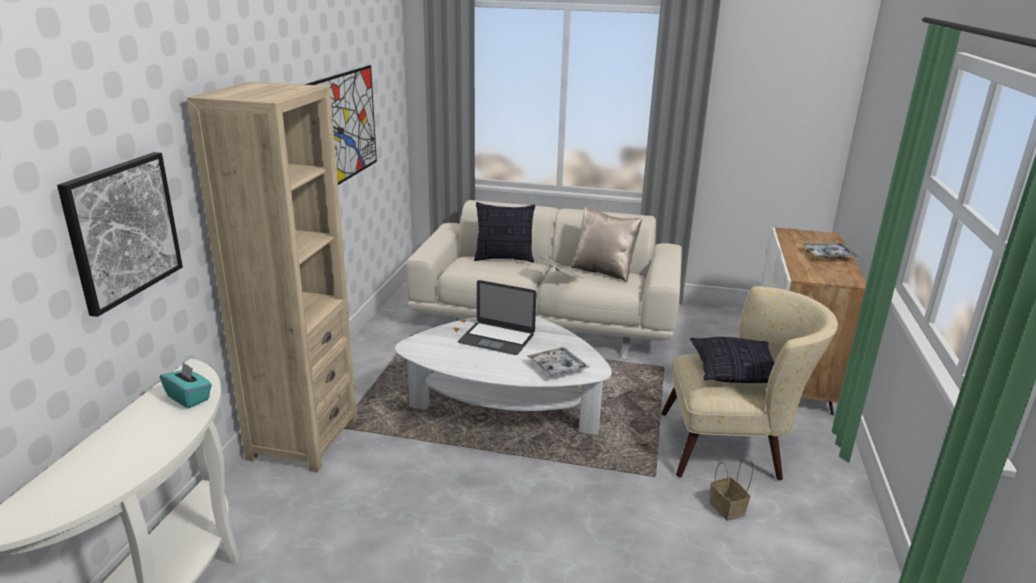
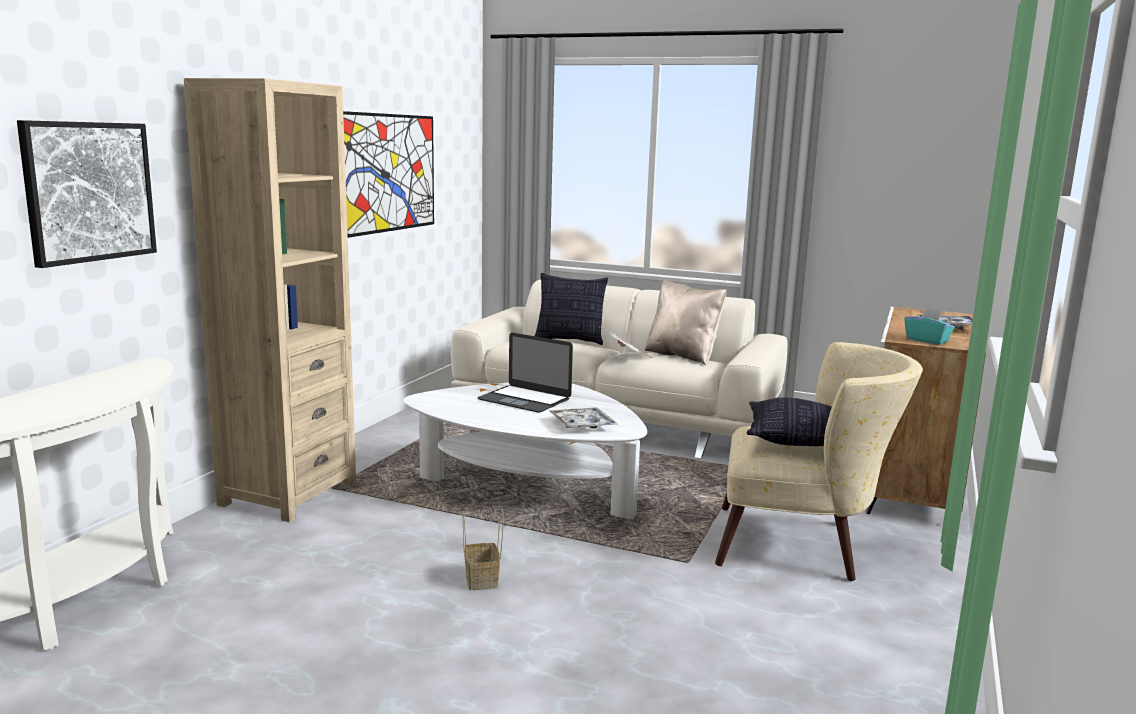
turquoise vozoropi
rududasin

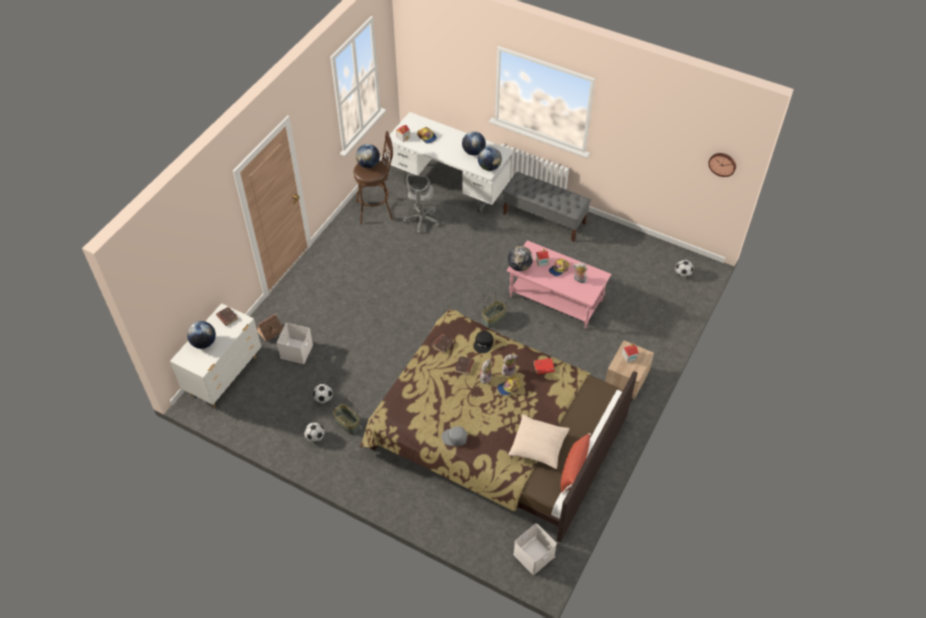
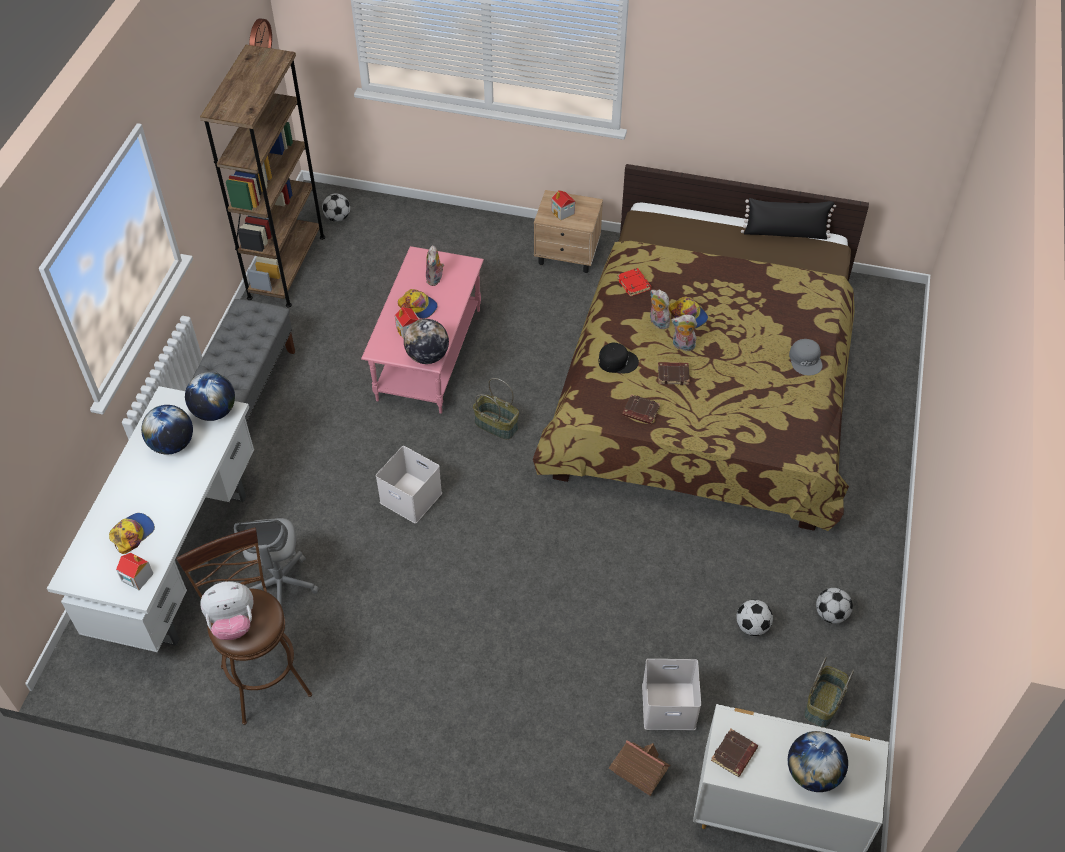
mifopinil (1st from left)
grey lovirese
rududasin (2nd from left)
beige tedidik
black tedidik
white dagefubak (1st from left)
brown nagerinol

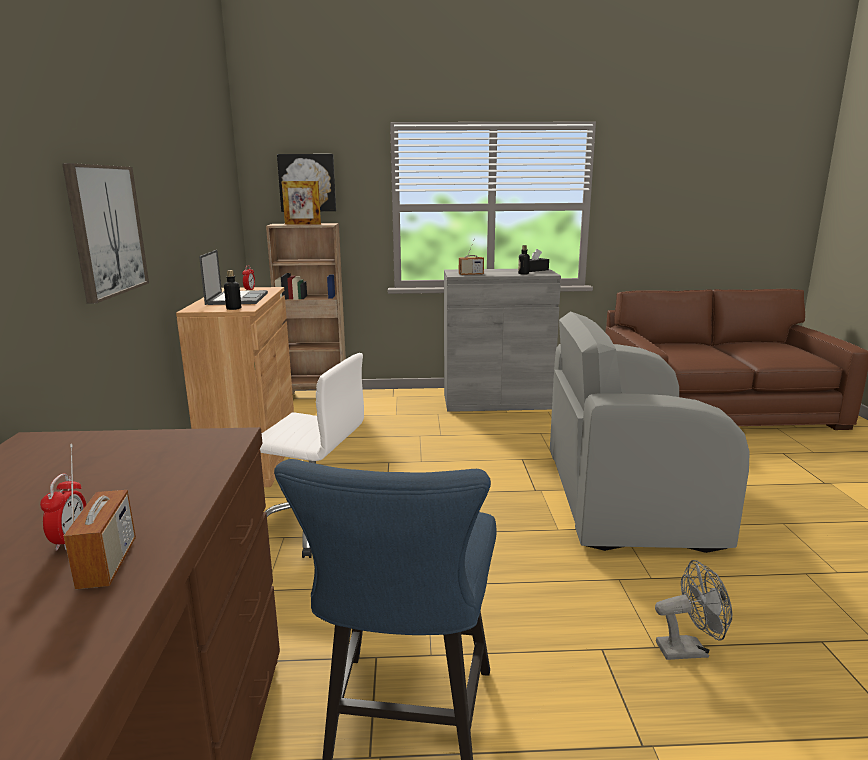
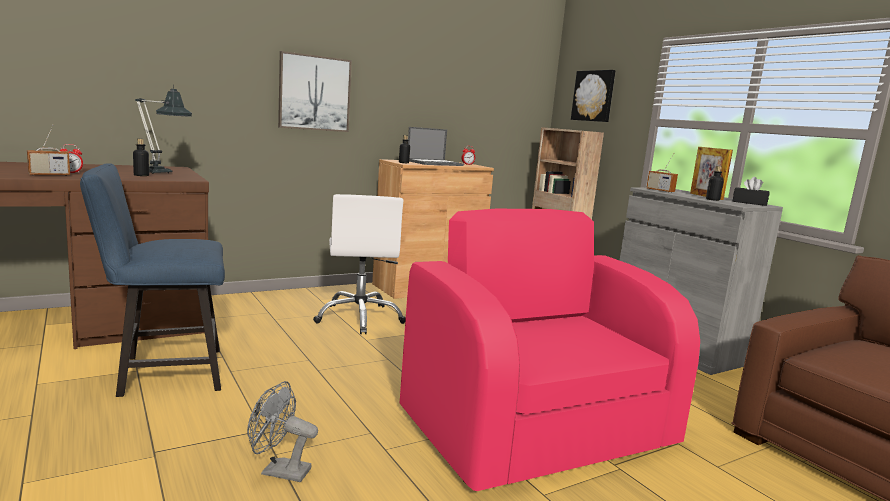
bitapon
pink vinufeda
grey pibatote
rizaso
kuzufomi (1st from left)

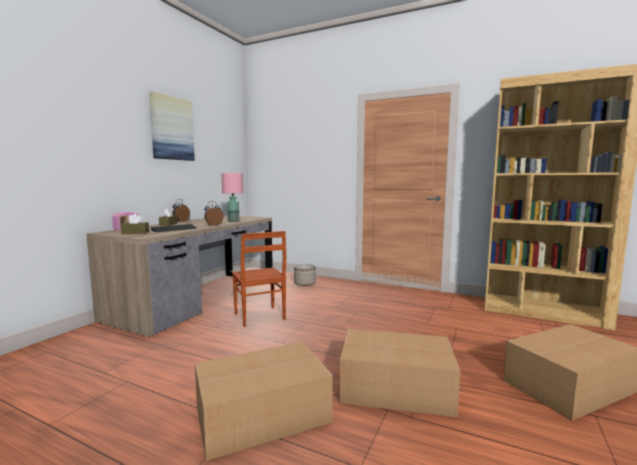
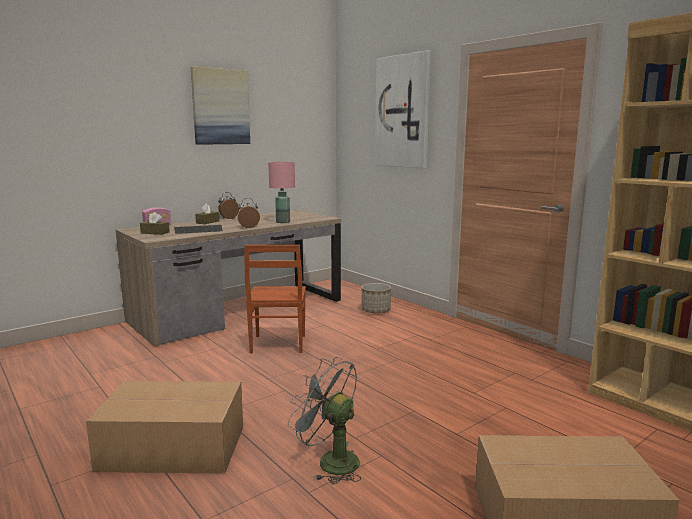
grey pibatote
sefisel (2nd from left)

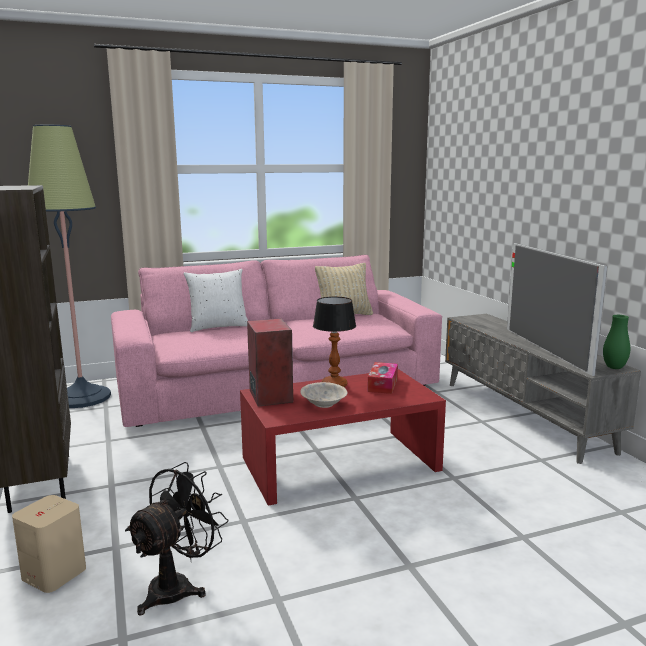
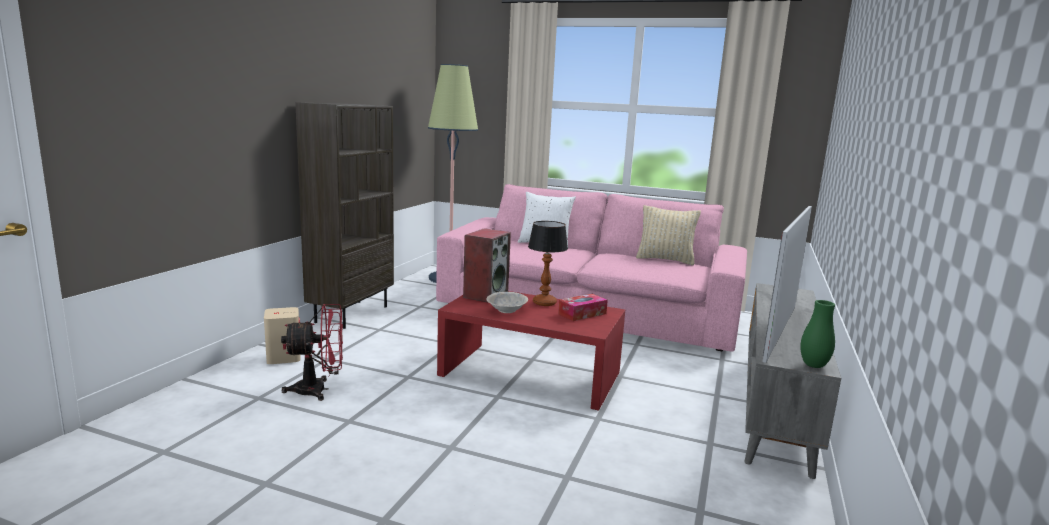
red pibatote

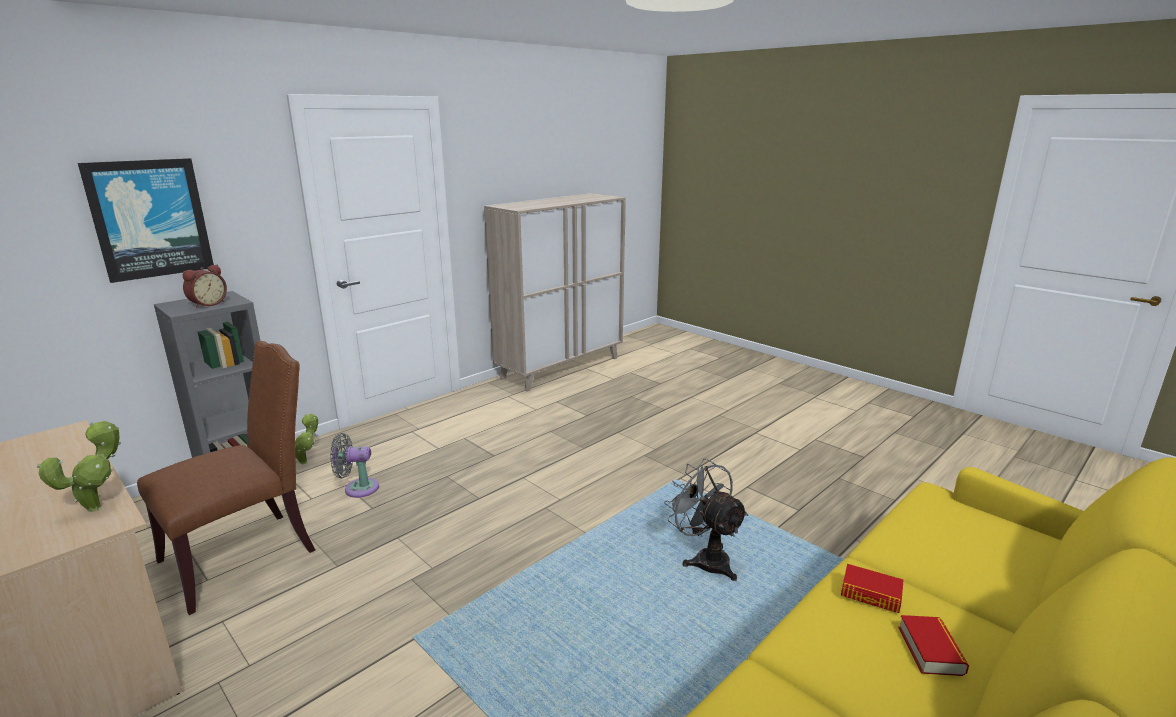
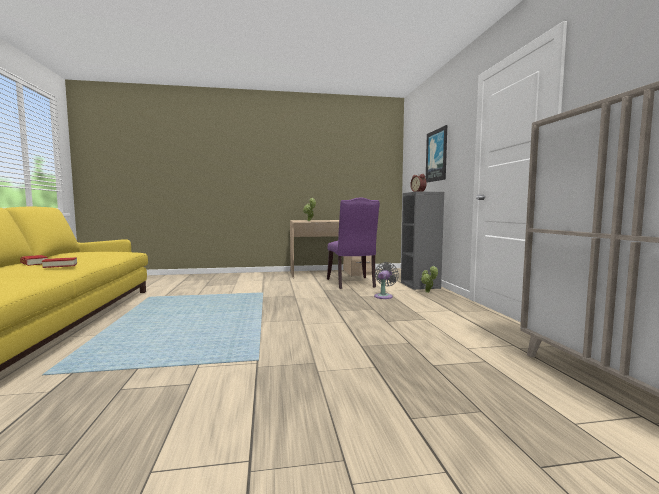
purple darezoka
grey pibatote (2nd from left in the first image)

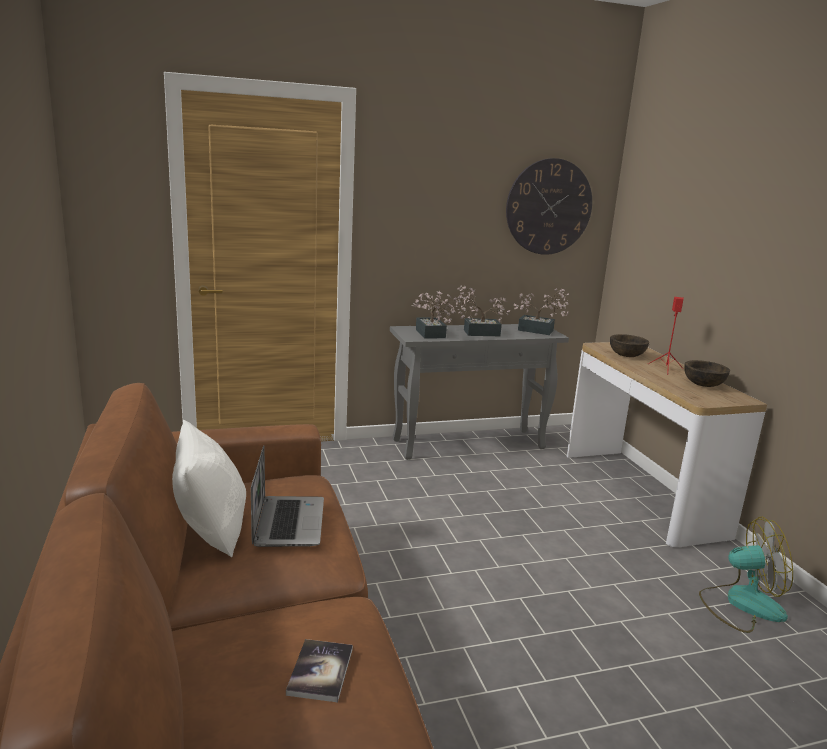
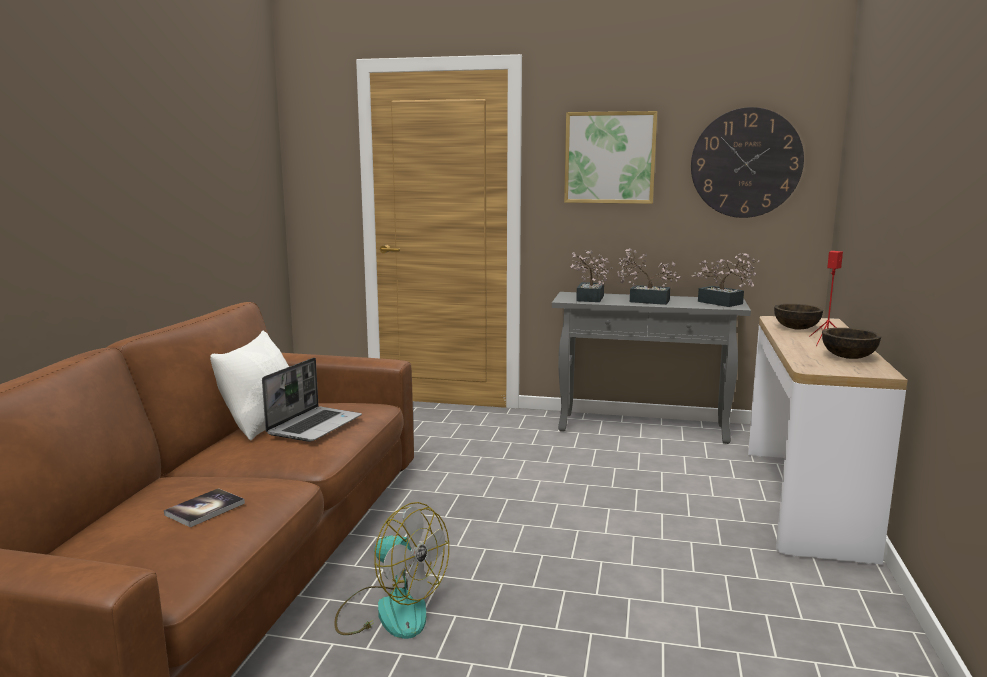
pibatote
sefisel

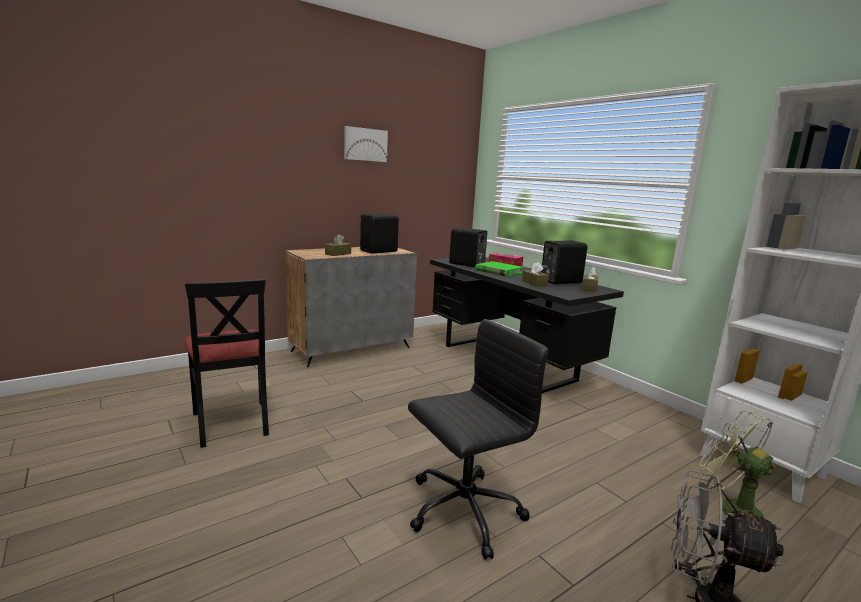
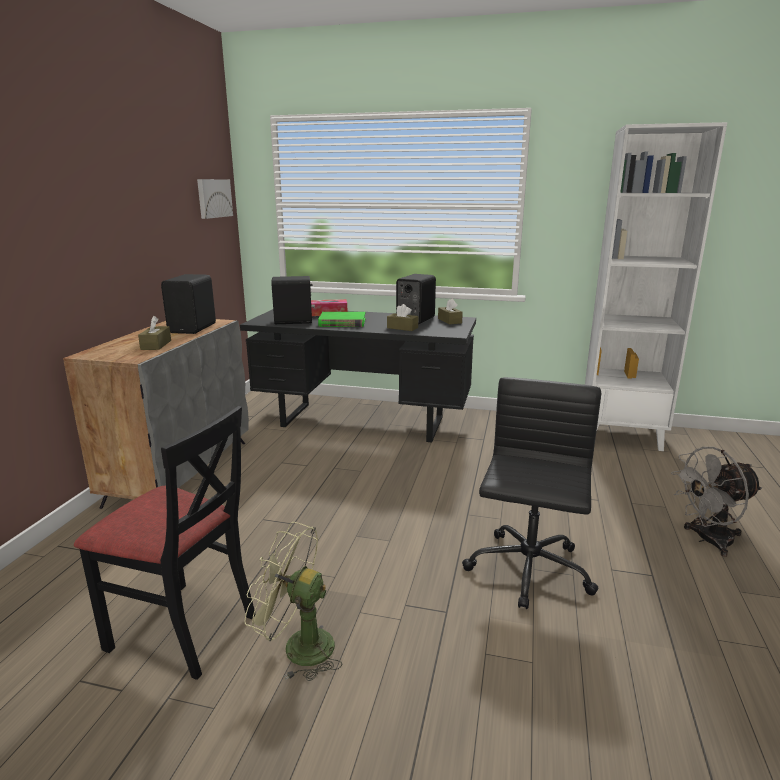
sefisel
green pibatote

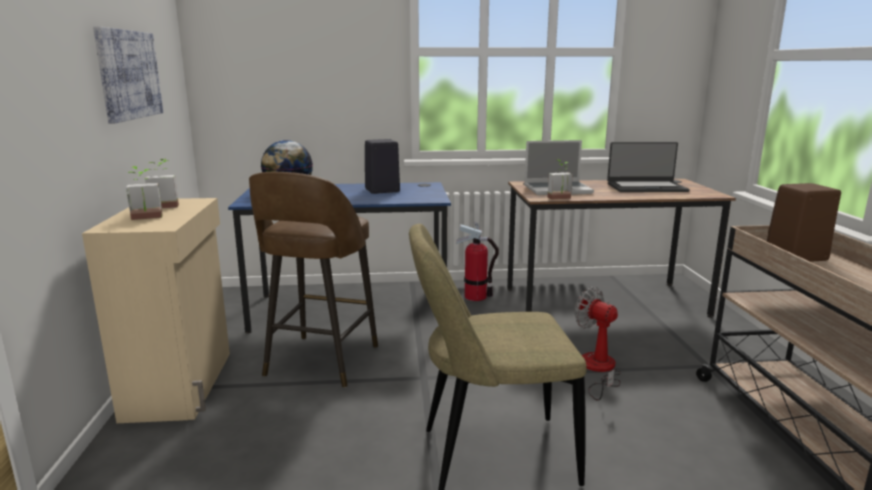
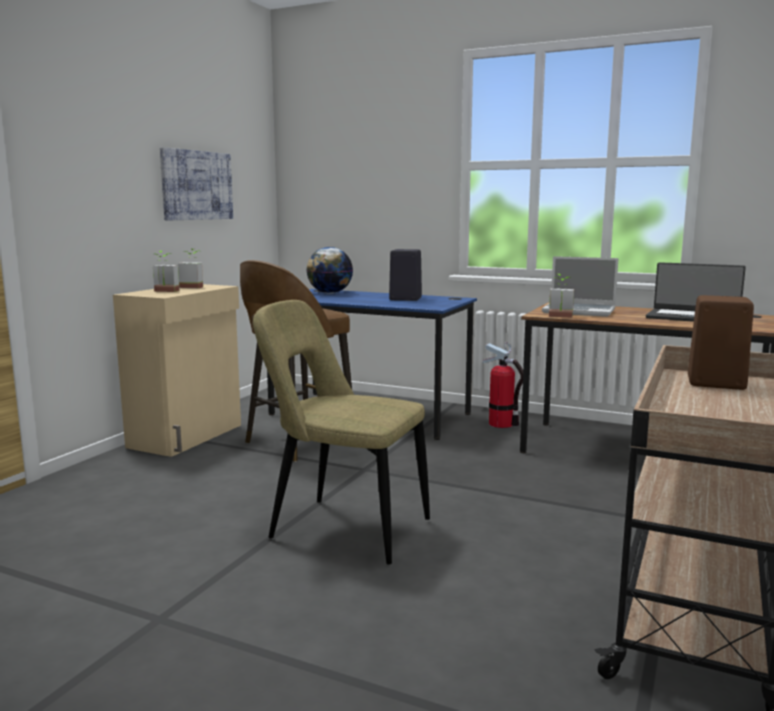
pibatote

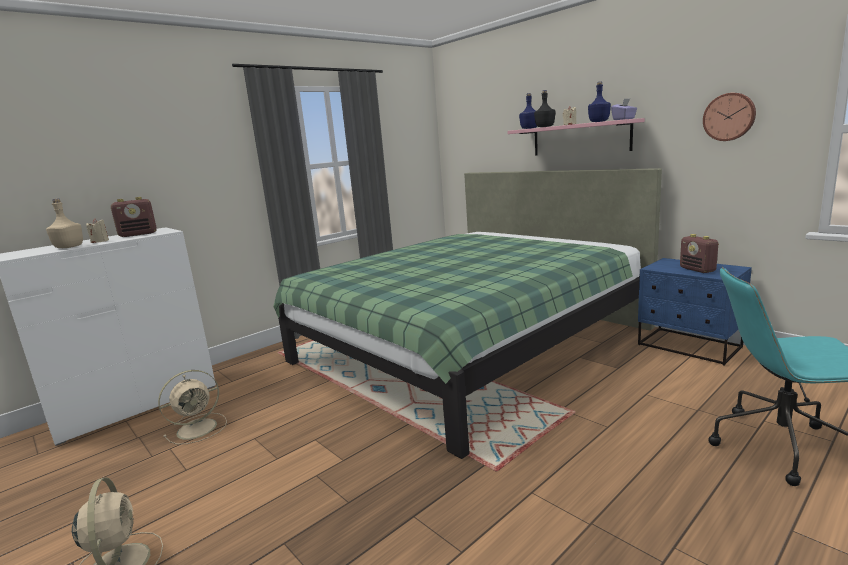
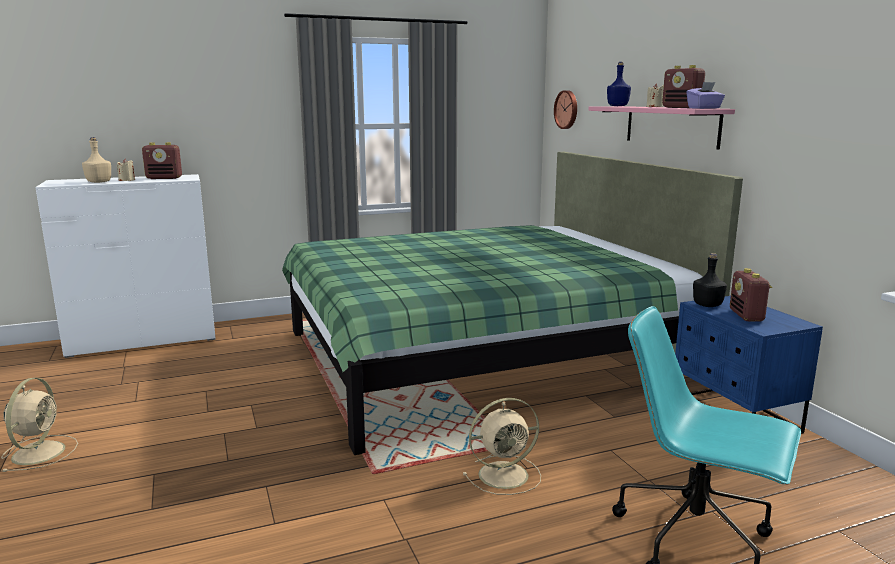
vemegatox (2nd from left)
black kuzufomi
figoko
beige pibatote (2nd from left)

